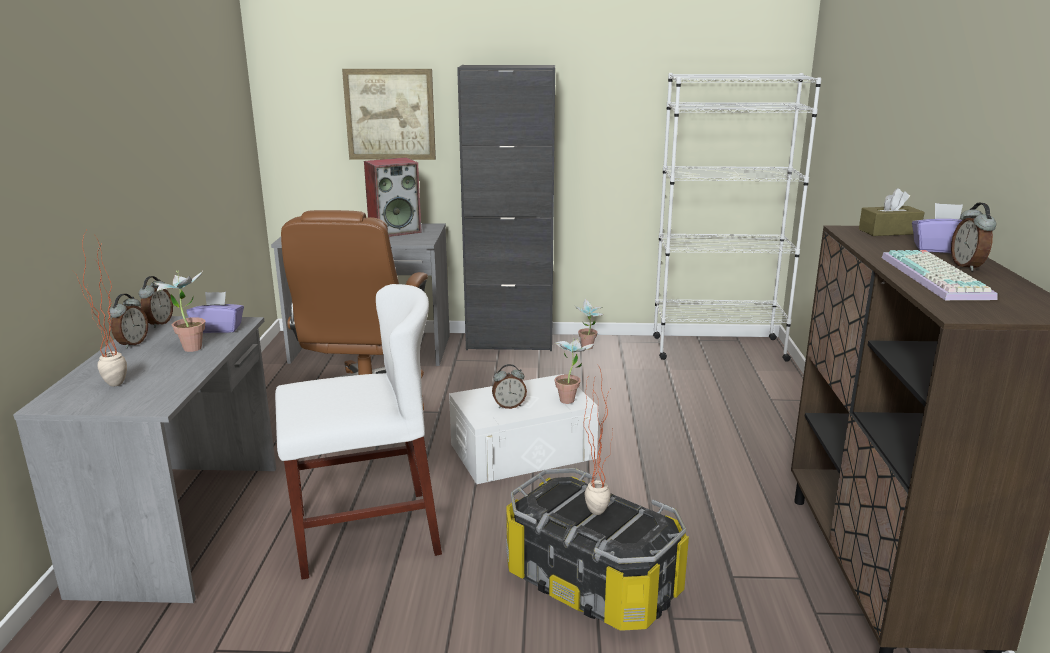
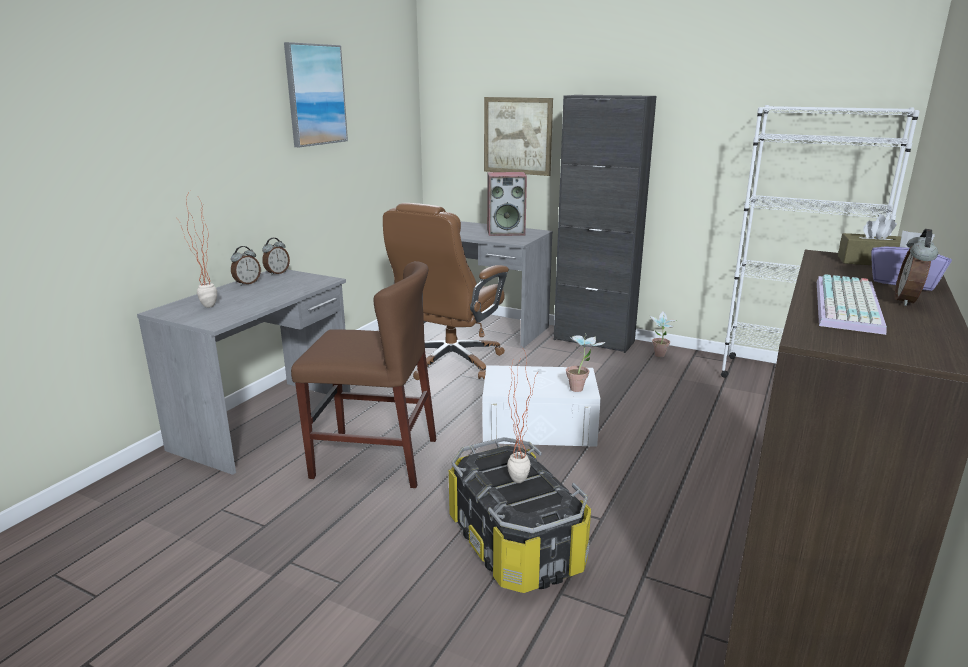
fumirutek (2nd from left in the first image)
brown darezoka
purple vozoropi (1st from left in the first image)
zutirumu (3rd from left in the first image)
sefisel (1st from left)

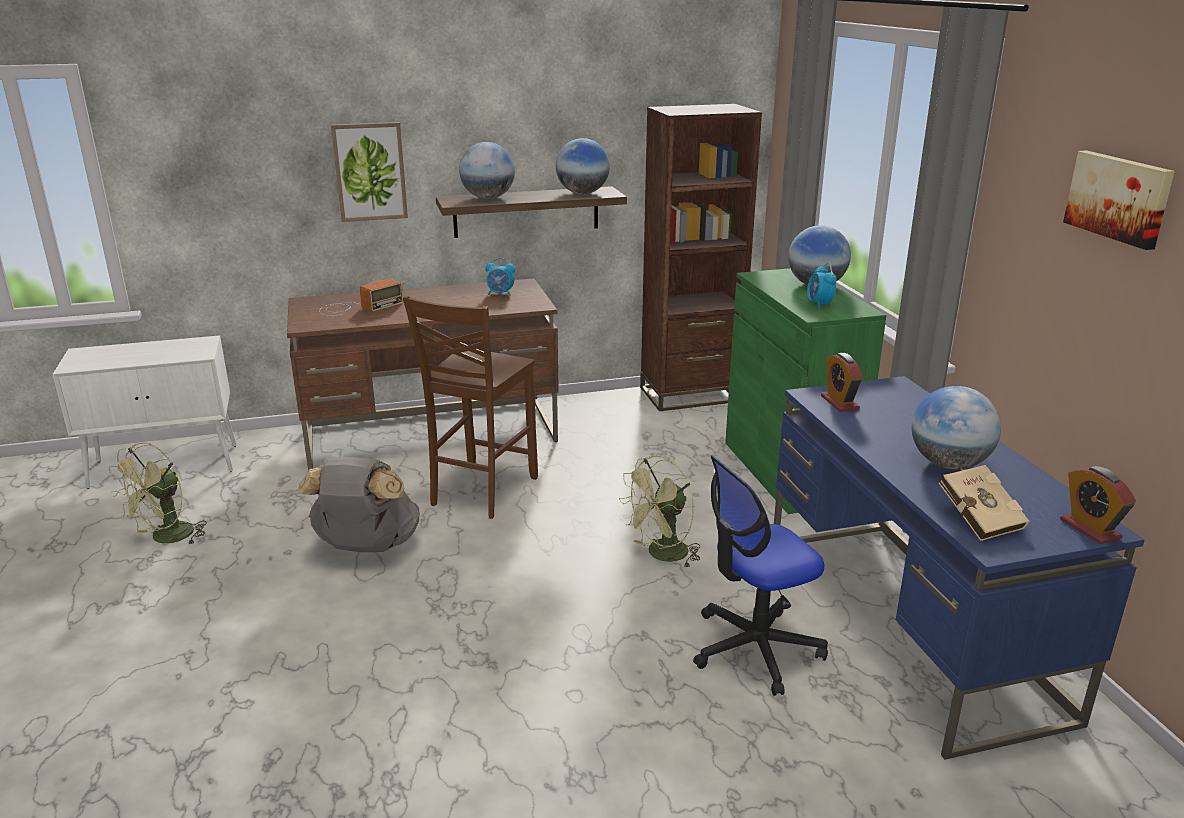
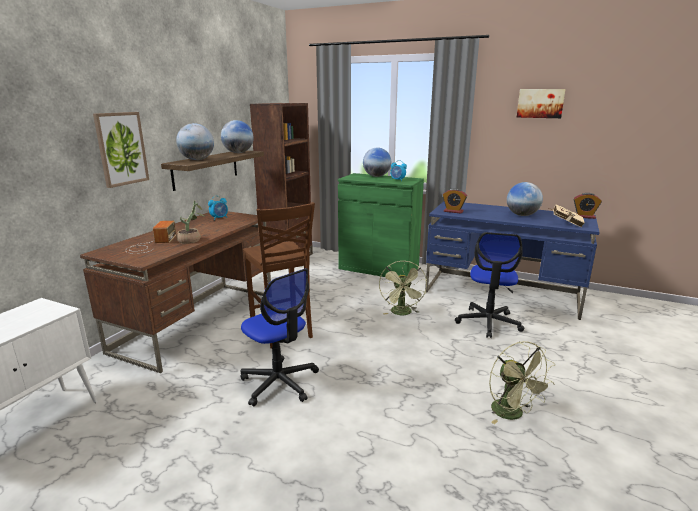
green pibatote (2nd from left)
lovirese (1st from left)
fumirutek

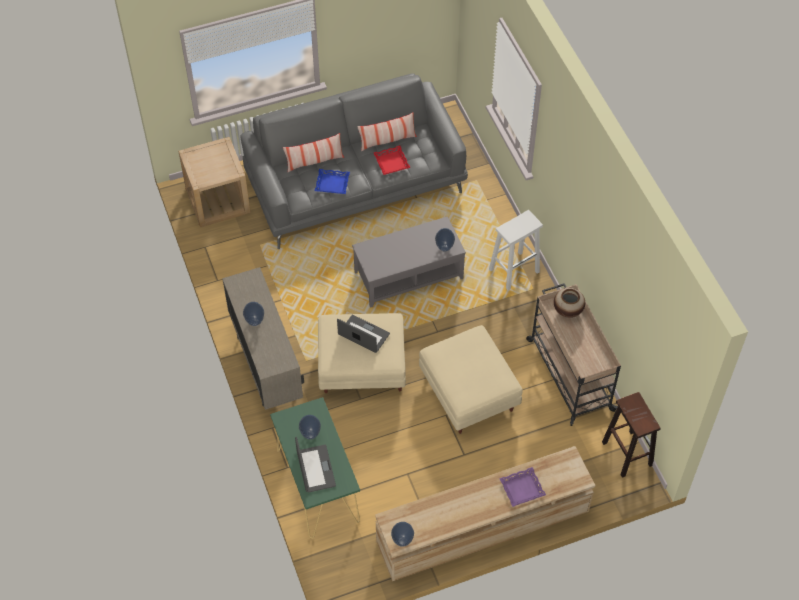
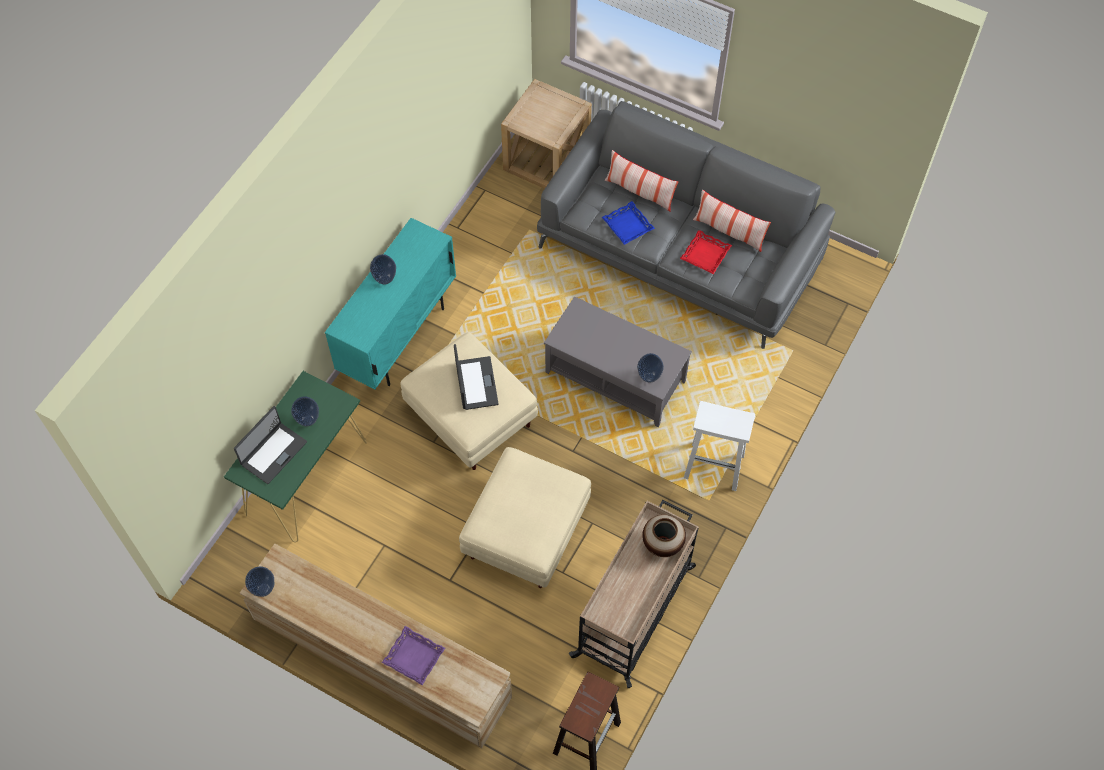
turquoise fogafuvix

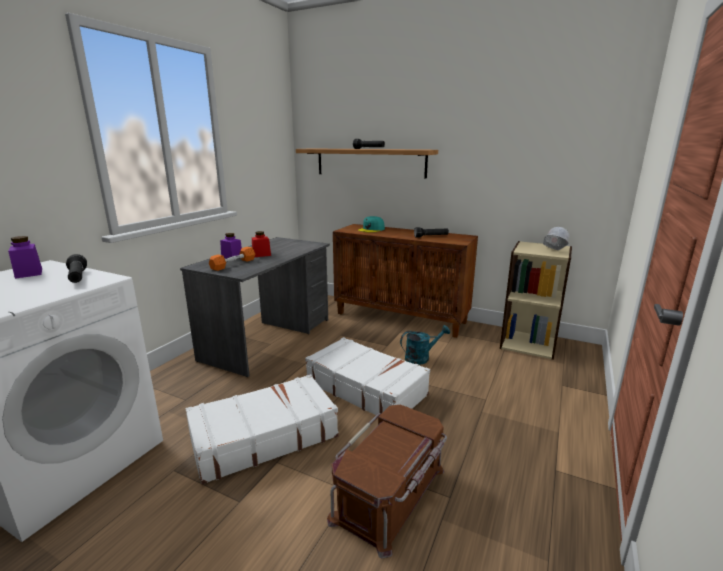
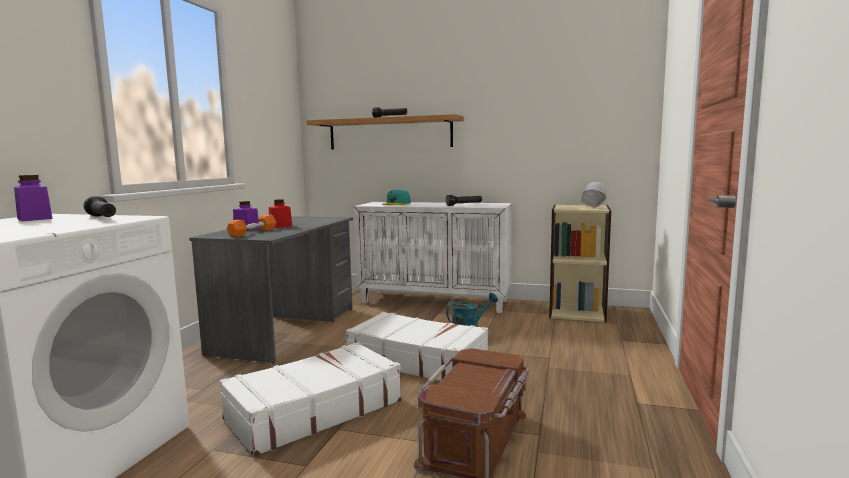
white fogafuvix

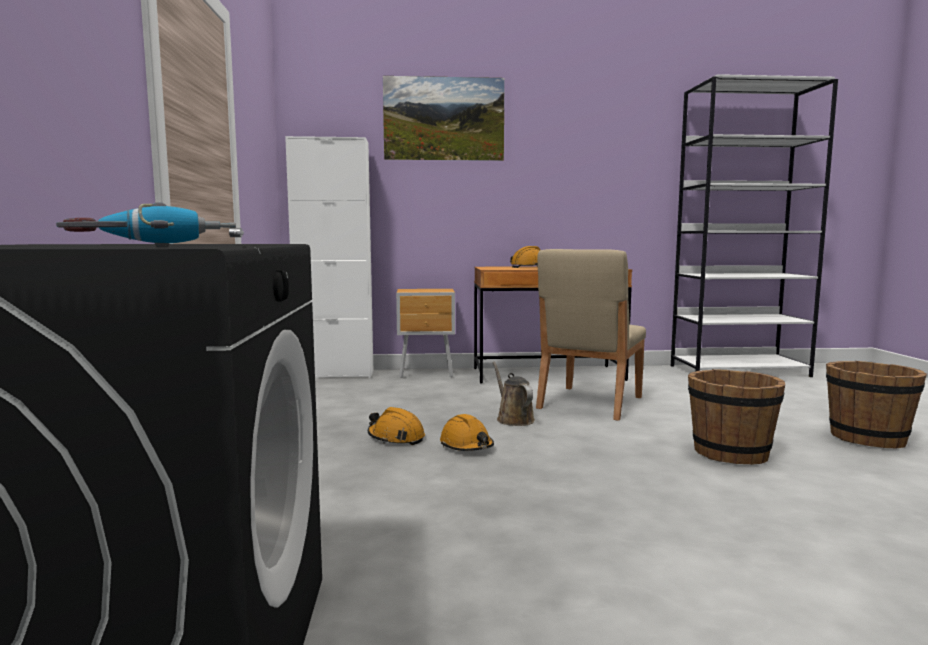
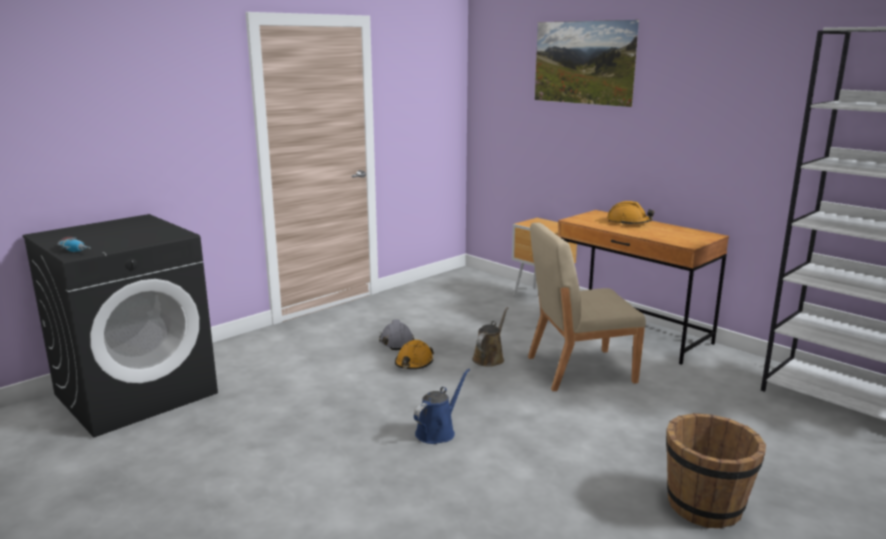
white fogafuvix
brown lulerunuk (1st from left in the first image)
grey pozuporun
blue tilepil

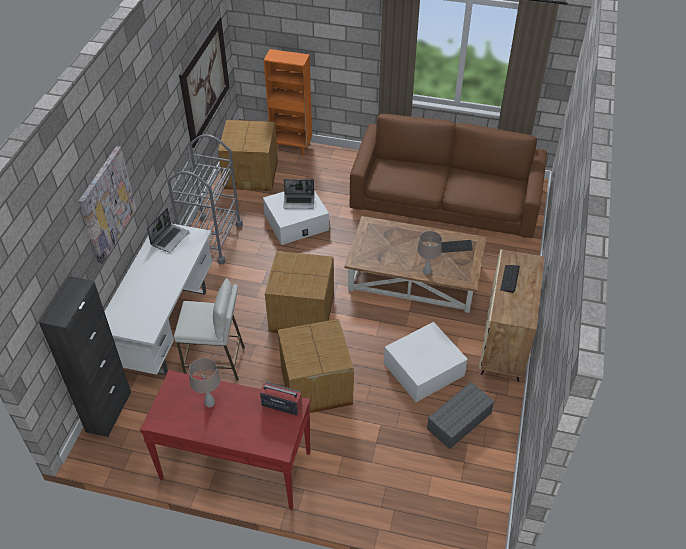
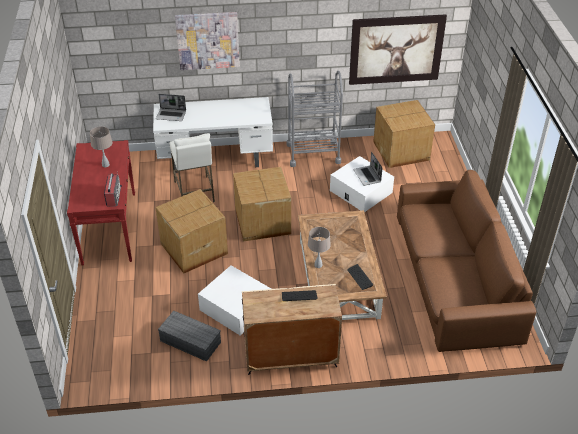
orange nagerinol
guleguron (1st from left)
black fogafuvix

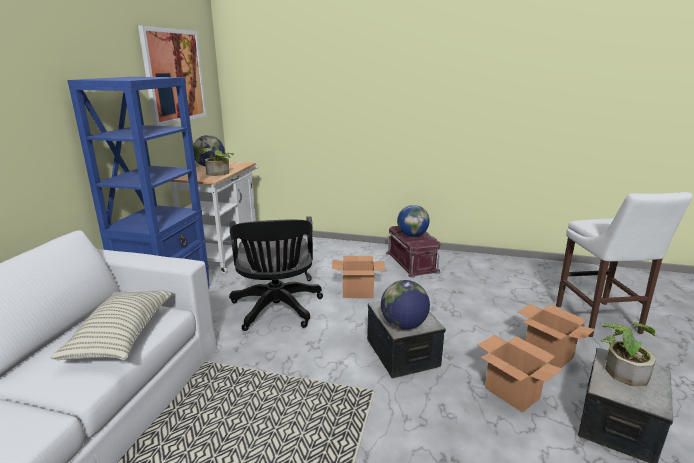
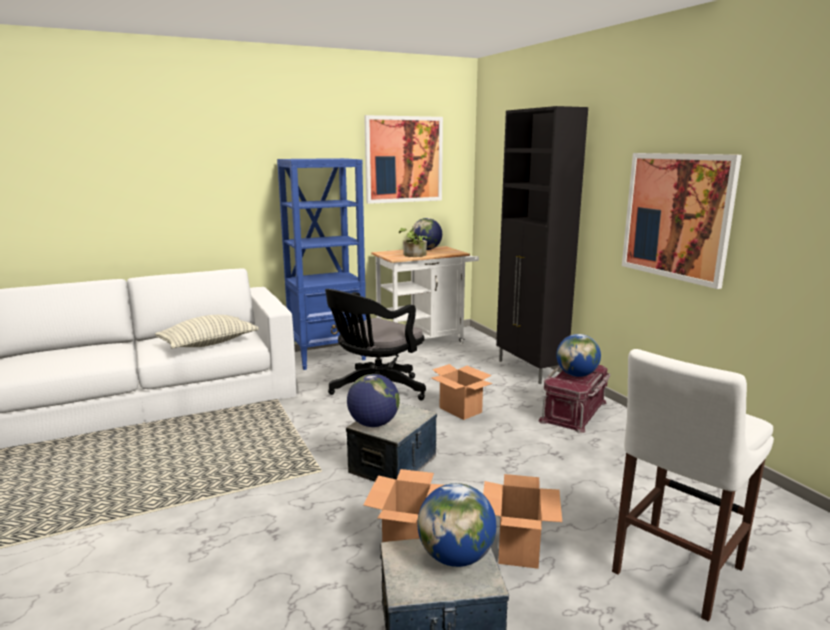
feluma (3rd from left)
black fogafuvix
sefisel (2nd from left)

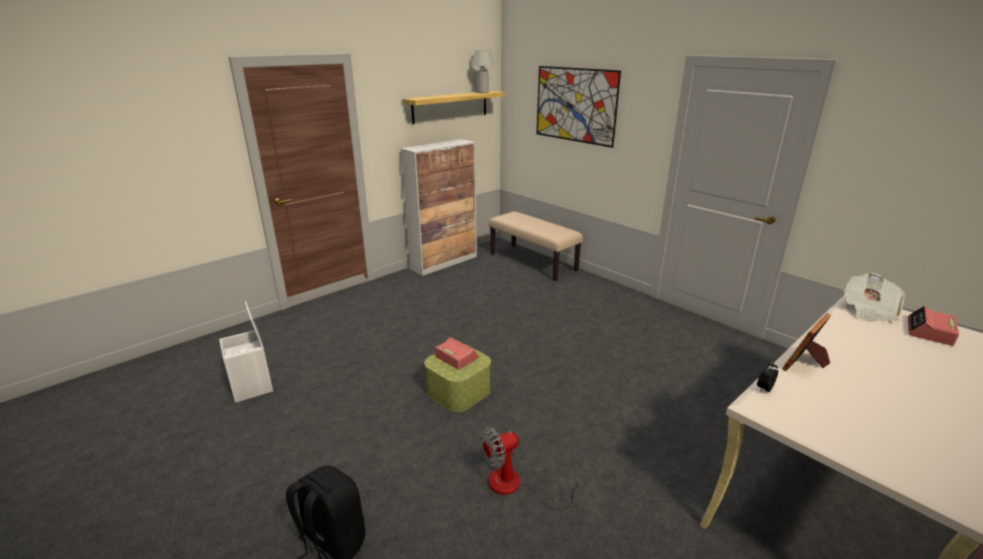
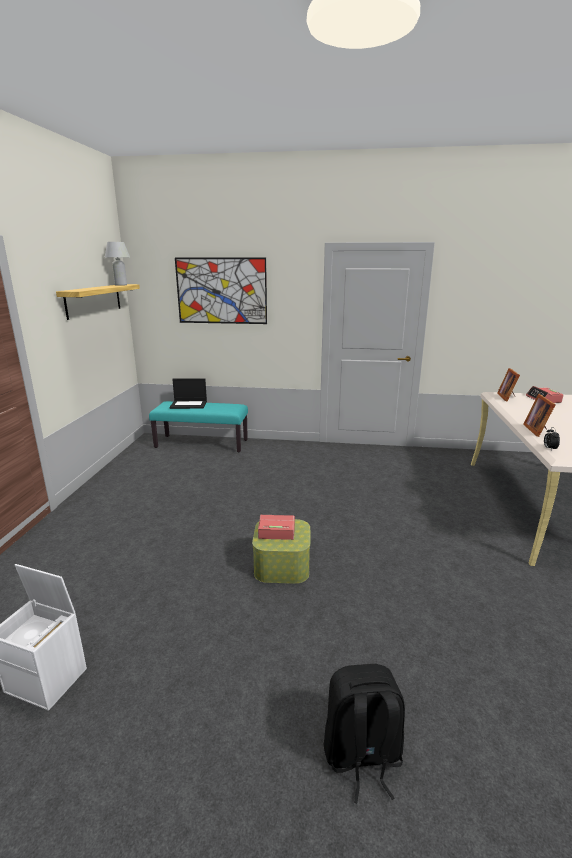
fogafuvix
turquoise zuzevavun
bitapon (1st from left)
pibatote
guleguron

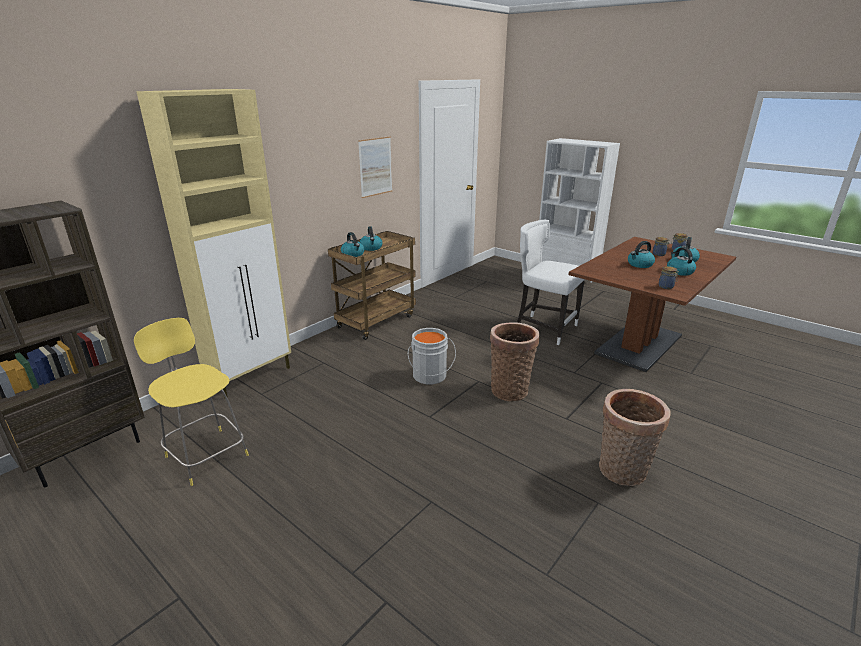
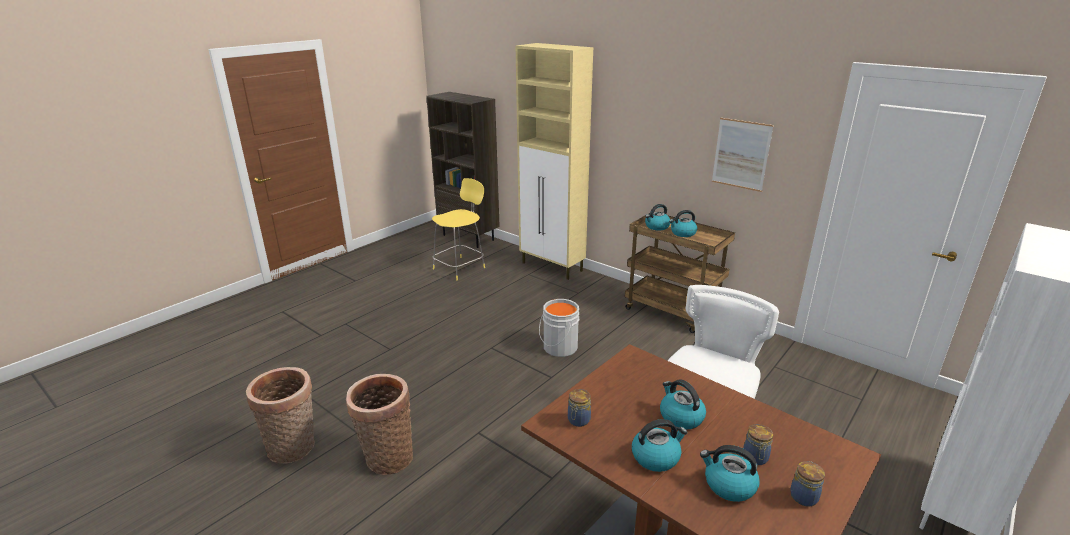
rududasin (1st from left)

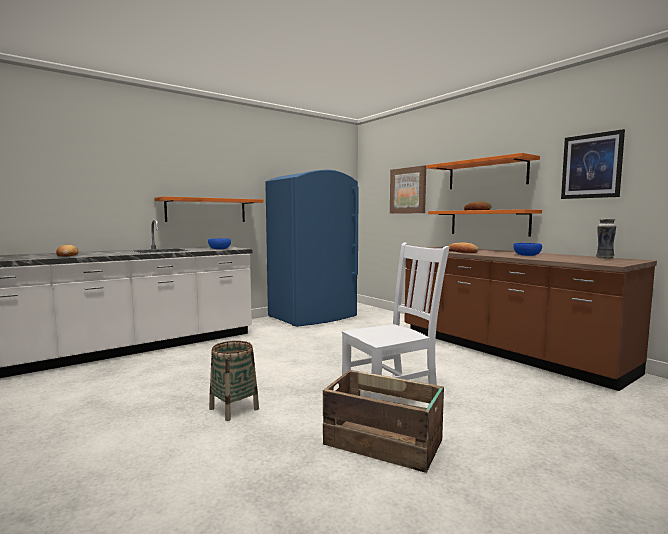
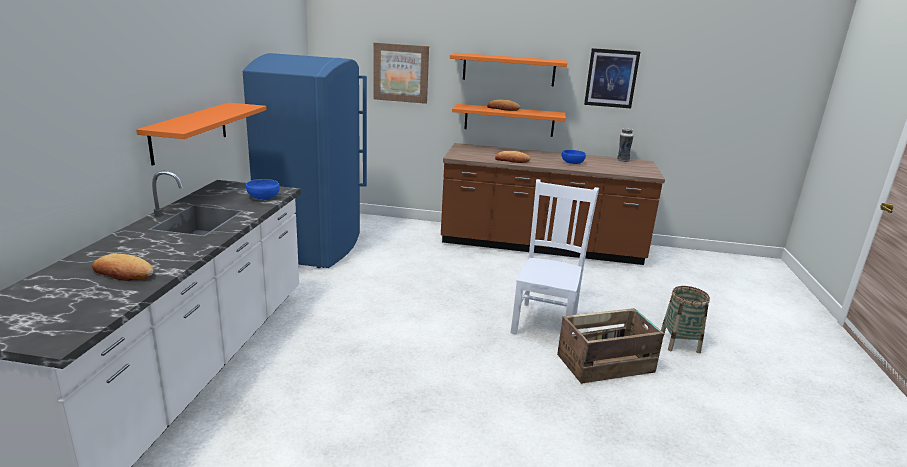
rududasin

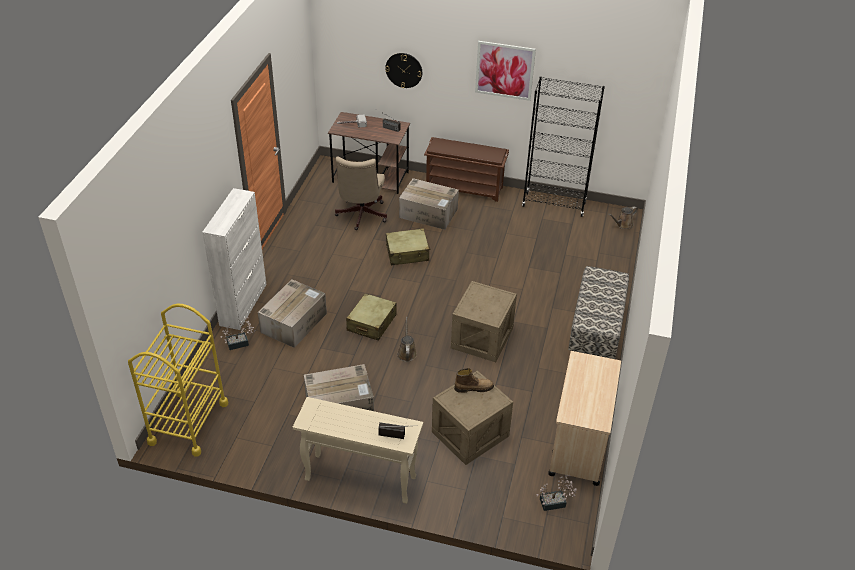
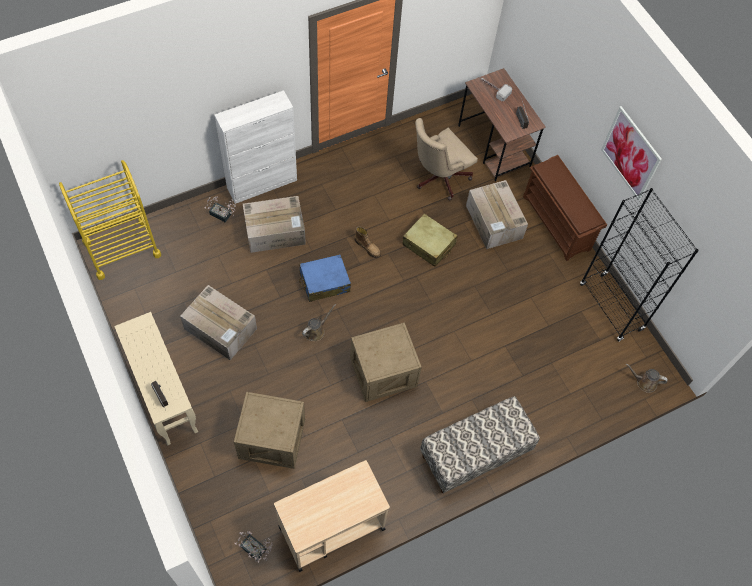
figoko
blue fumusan
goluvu

